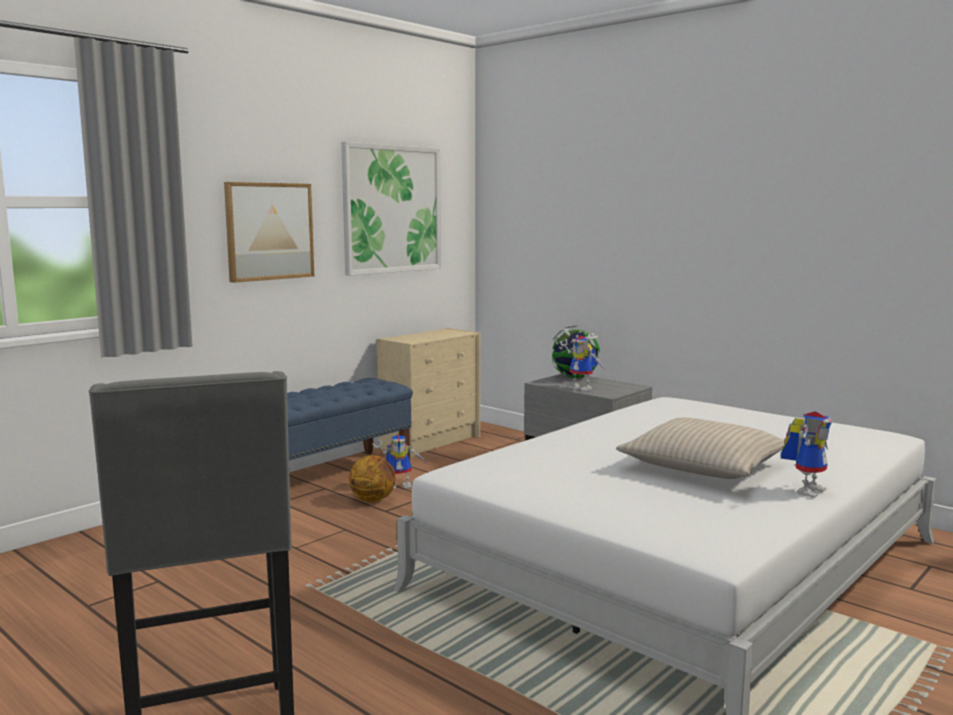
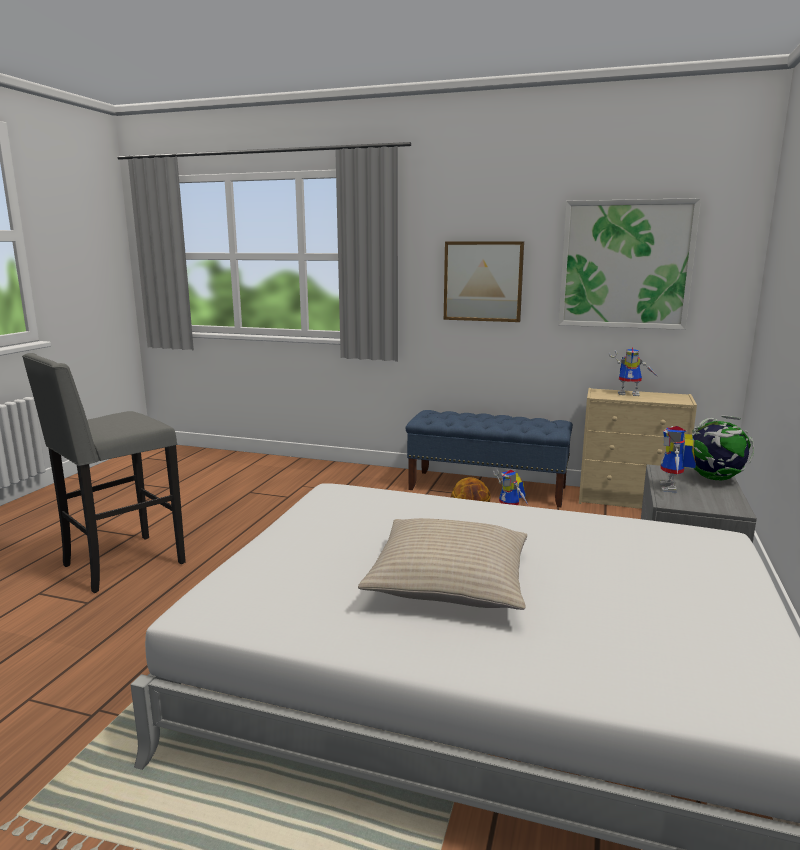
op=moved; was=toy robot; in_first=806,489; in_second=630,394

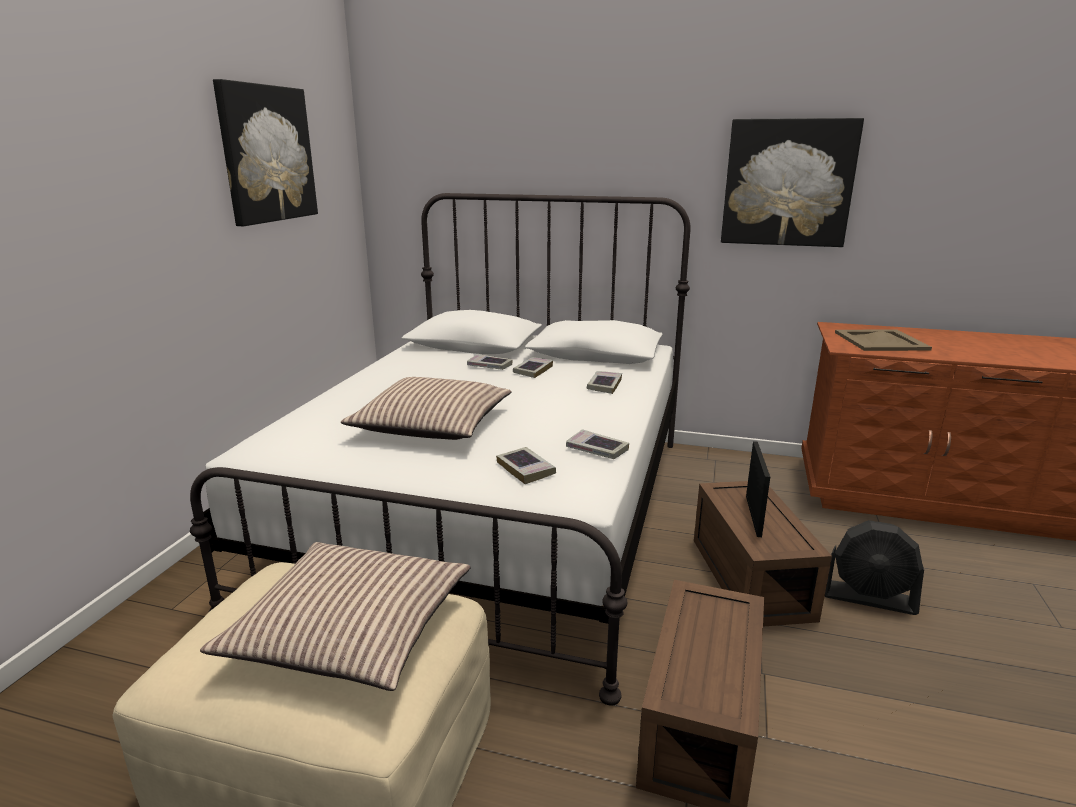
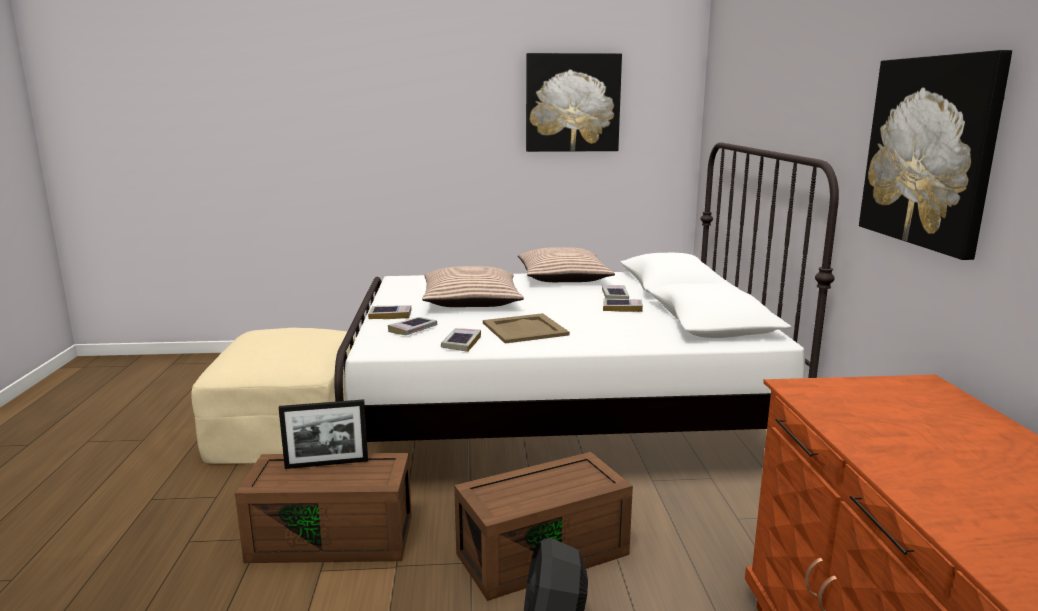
op=moved; was=pillow; in_first=350,629; in_second=563,277
op=moved; was=book; in_first=604,385; in_second=390,315
op=moved; was=picture frame; in_first=753,515; in_second=327,464
op=moved; was=beige tray; in_first=881,341; in_second=525,329

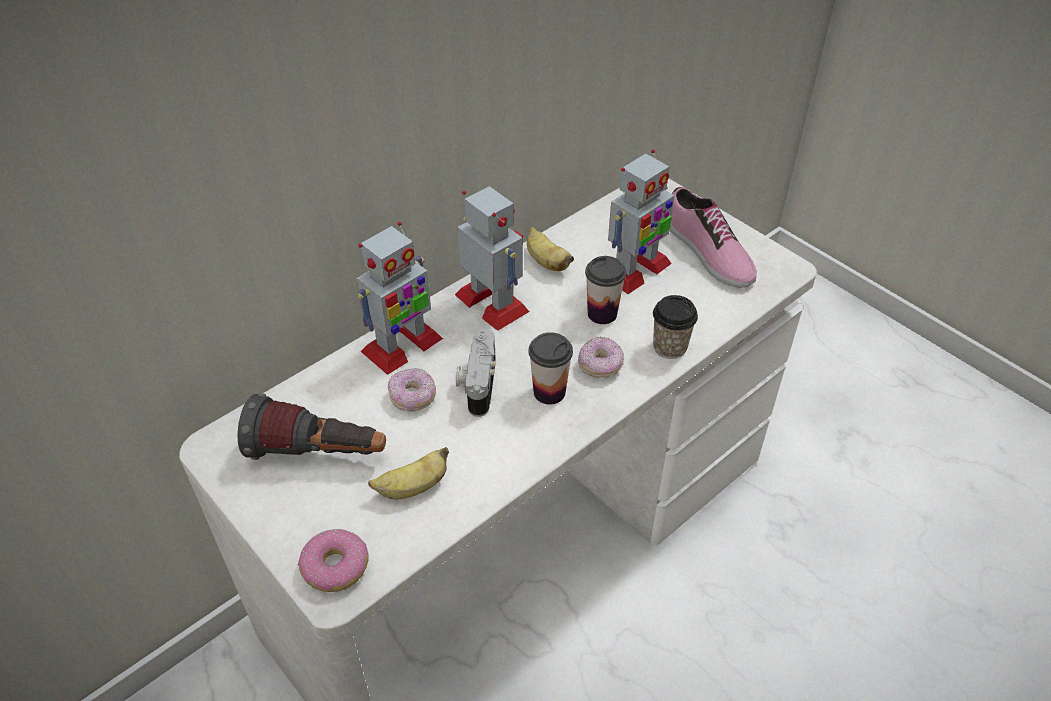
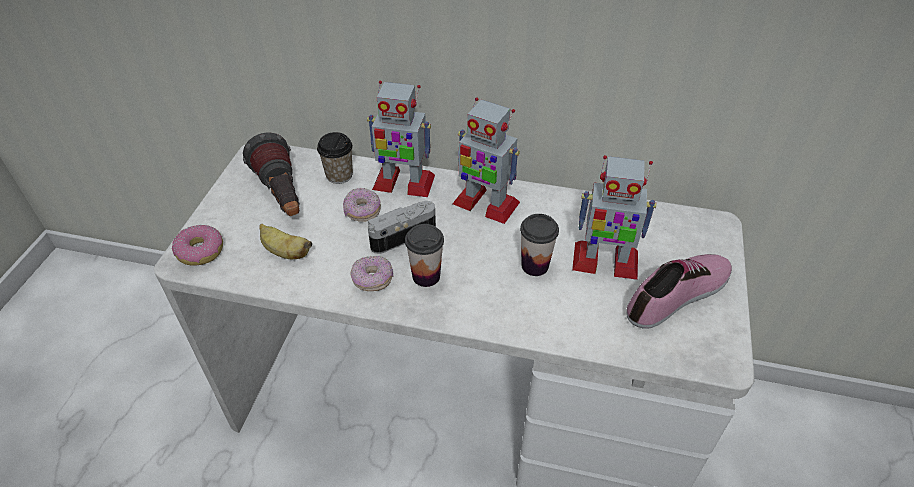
op=removed; was=banana; in_first=546,262
op=moved; was=donut; in_first=600,365; in_second=372,280
op=moved; was=cup; in_first=670,347; in_second=339,175
op=turned; was=toy robot; in_first=492,303; in_second=485,203; clockwise=105
op=turned; was=shoe; in_first=706,251; in_second=678,295; clockwise=-150

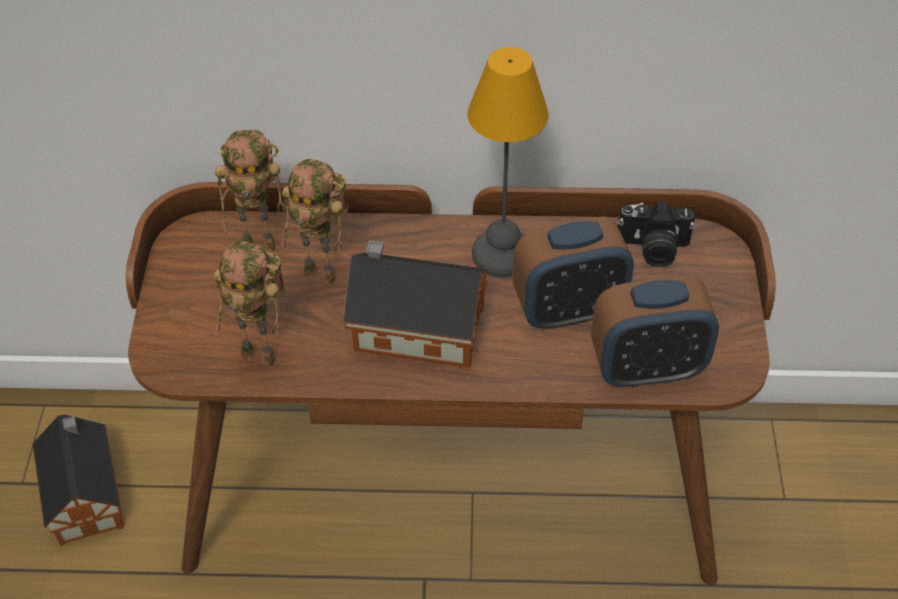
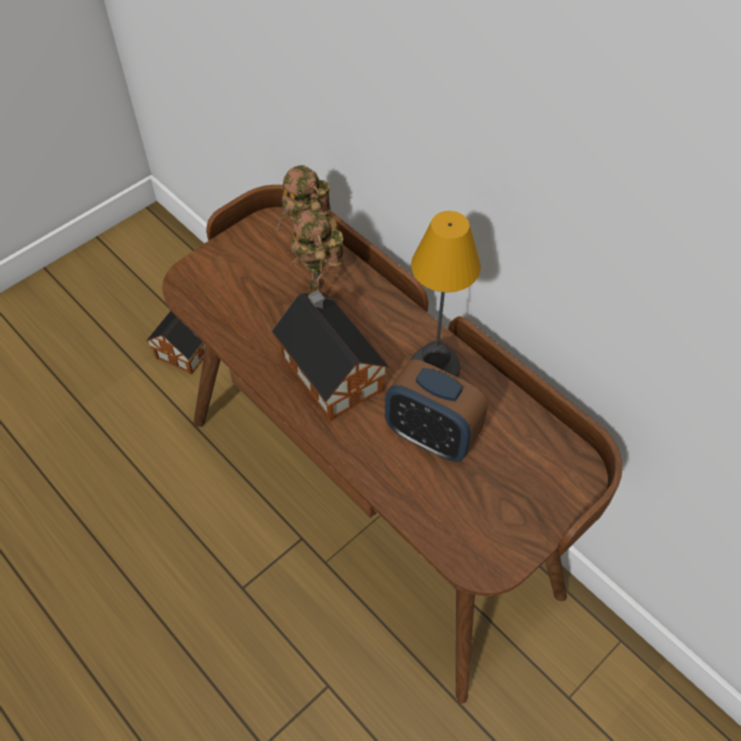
op=removed; was=toy robot; in_first=263,355
op=removed; was=alarm clock; in_first=647,367
op=removed; was=photo camera; in_first=653,249

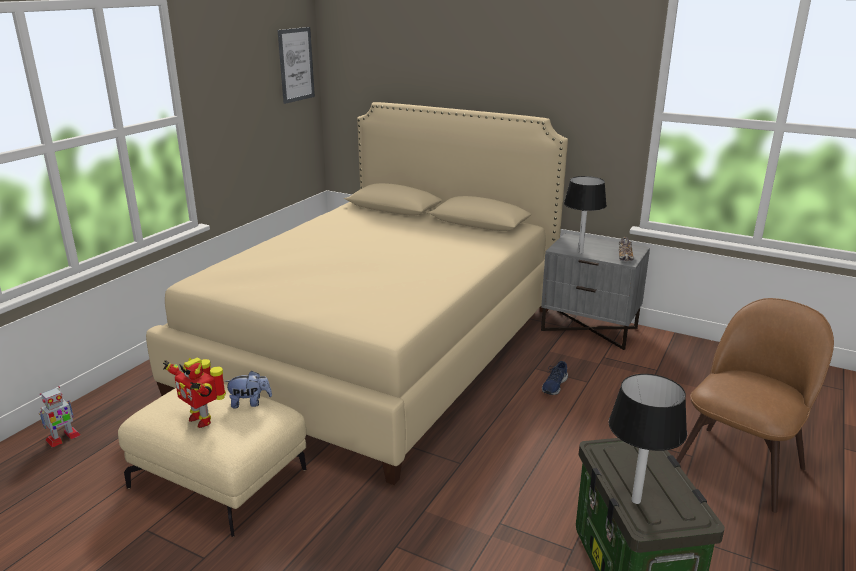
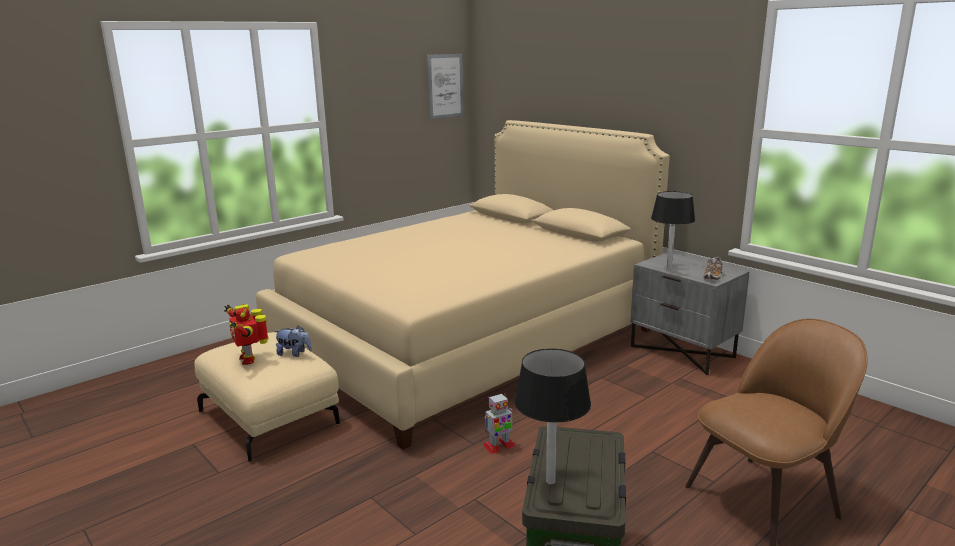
op=removed; was=blue shoe; in_first=554,385
op=moved; was=toy robot; in_first=63,438; in_second=499,446

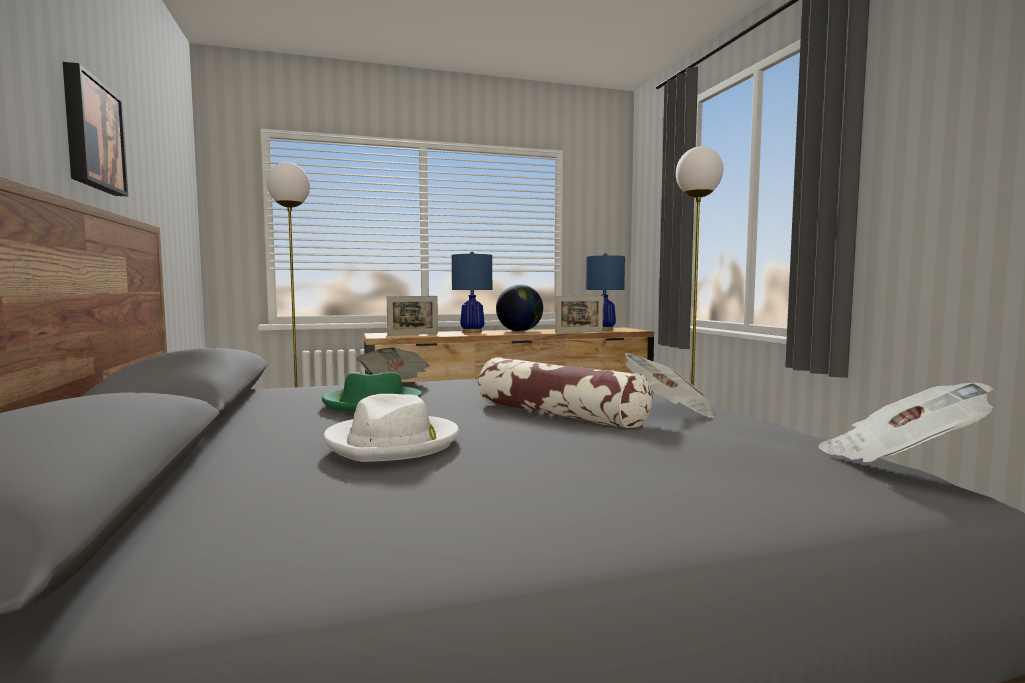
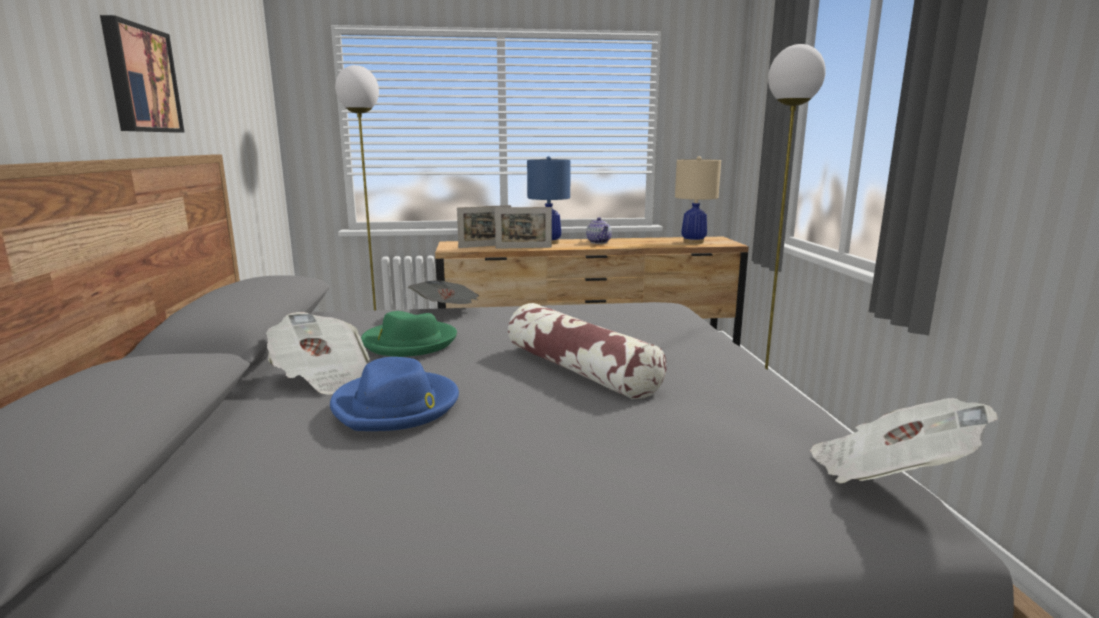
op=moved; was=picture frame; in_first=579,332; in_second=523,248
op=moved; was=newspaper; in_first=670,409; in_second=322,377
op=replaced; was=globe; now=teapot; in_first=519,331; in_second=599,242
op=recoloured; was=white hat; now=blue hat; in_first=393,443; in_second=396,405
op=recoloured; was=blue table lamp; now=beige table lamp; in_first=604,330; in_second=693,242

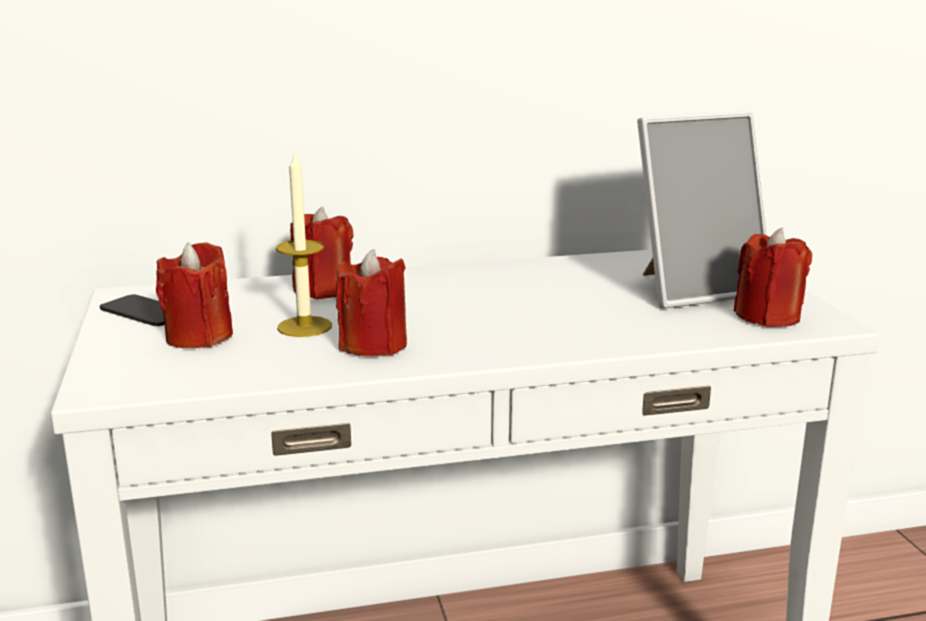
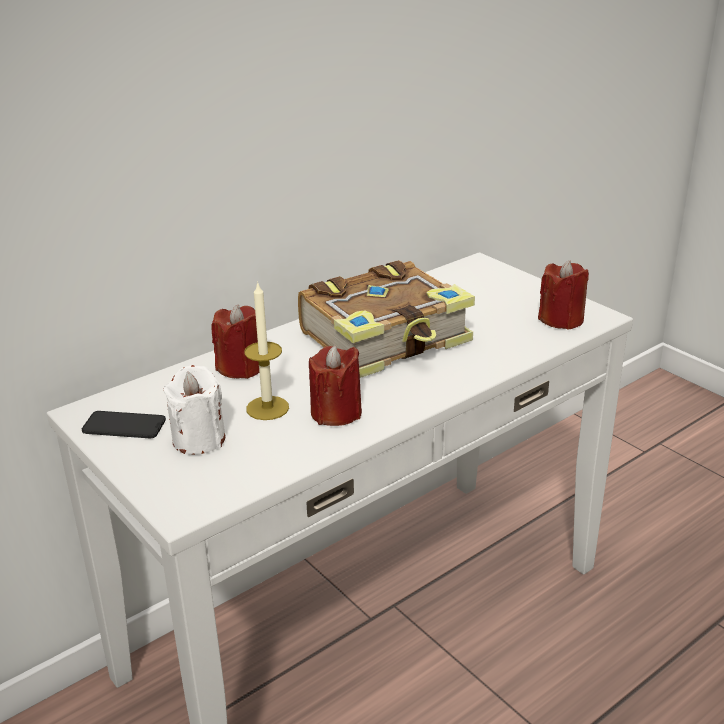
op=removed; was=picture frame; in_first=695,289
op=added; now=book; in_second=387,339
op=recoloured; was=red candle; now=white candle; in_first=199,337; in_second=199,439

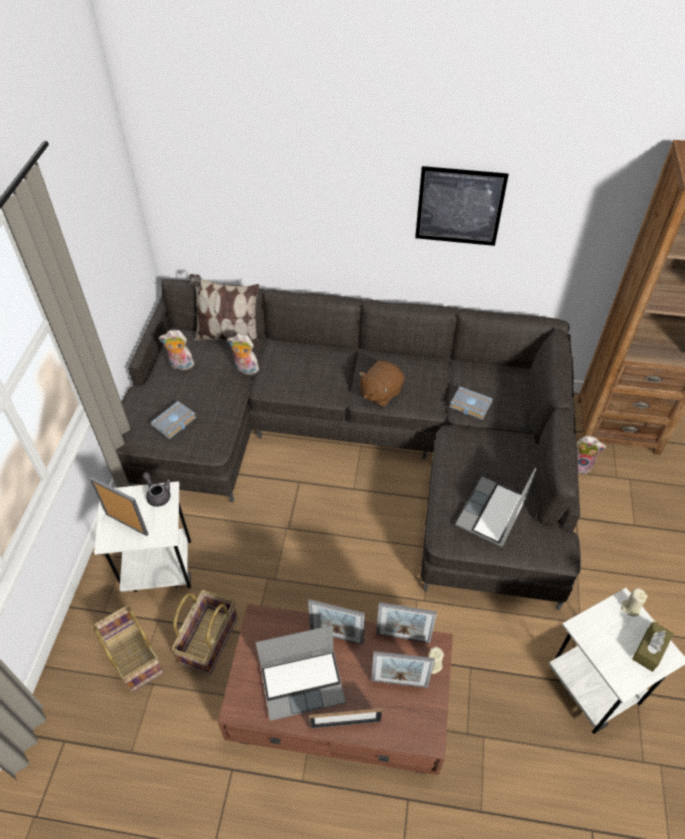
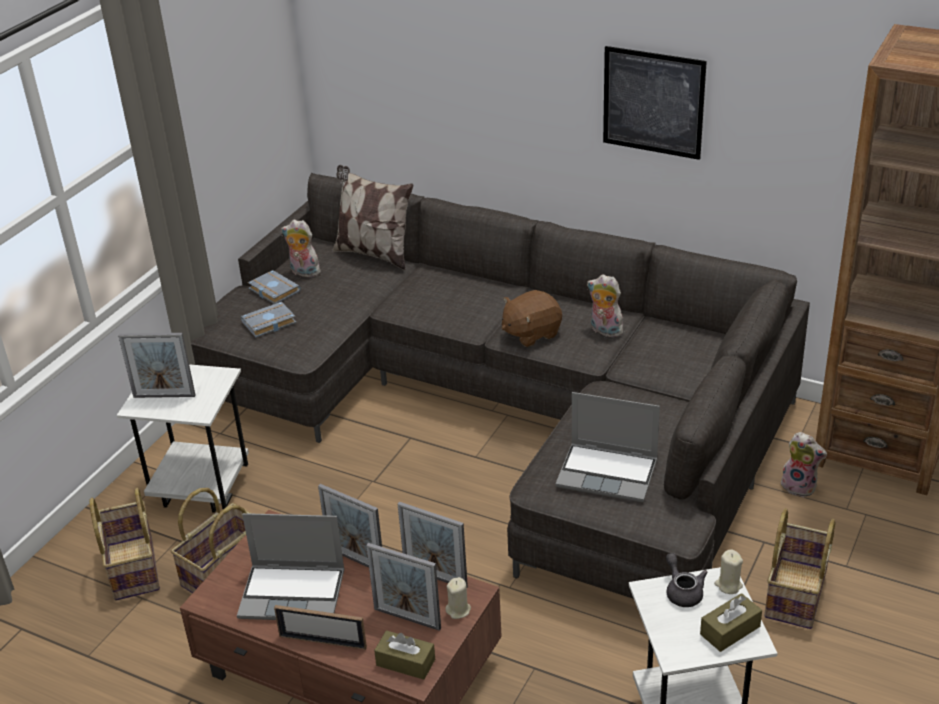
op=added; now=brown tissue box; in_second=405,662
op=added; now=basket; in_second=797,594
op=moved; was=grey teapot; in_first=157,494; in_second=682,591
op=moved; was=plush toy; in_first=245,369; in_second=604,331
op=moved; was=grey book; in_first=469,405; in_second=272,291
op=turned; was=picture frame; in_first=127,524; in_second=164,396; clockwise=135
op=turned; was=laptop; in_first=492,514; in_second=608,473; clockwise=-120

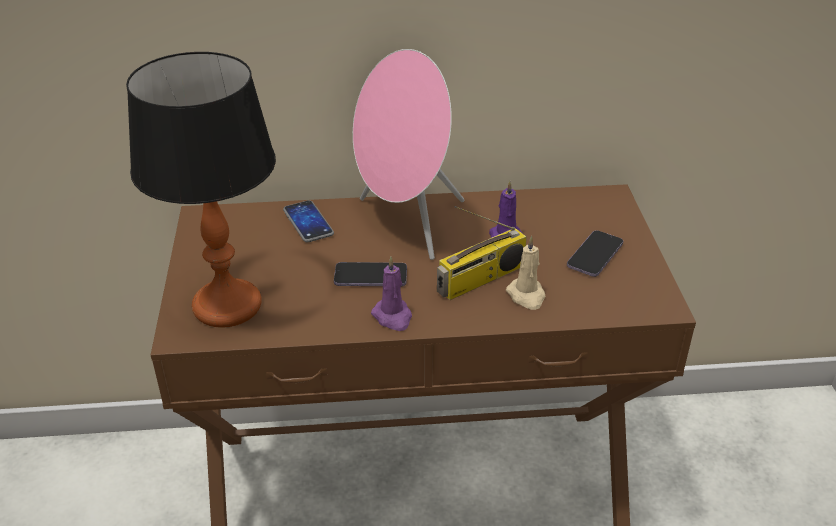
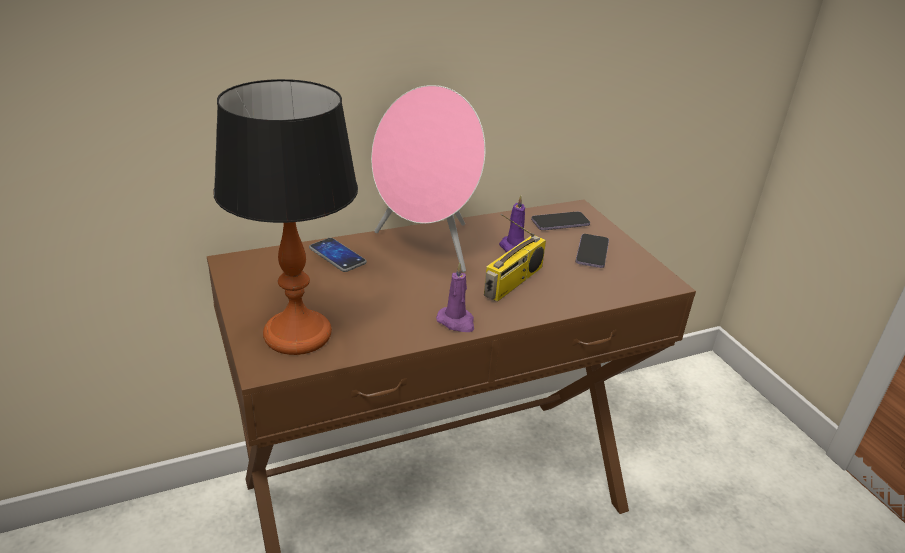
op=removed; was=beige candle; in_first=526,296
op=moved; was=phone; in_first=370,276; in_second=560,223

